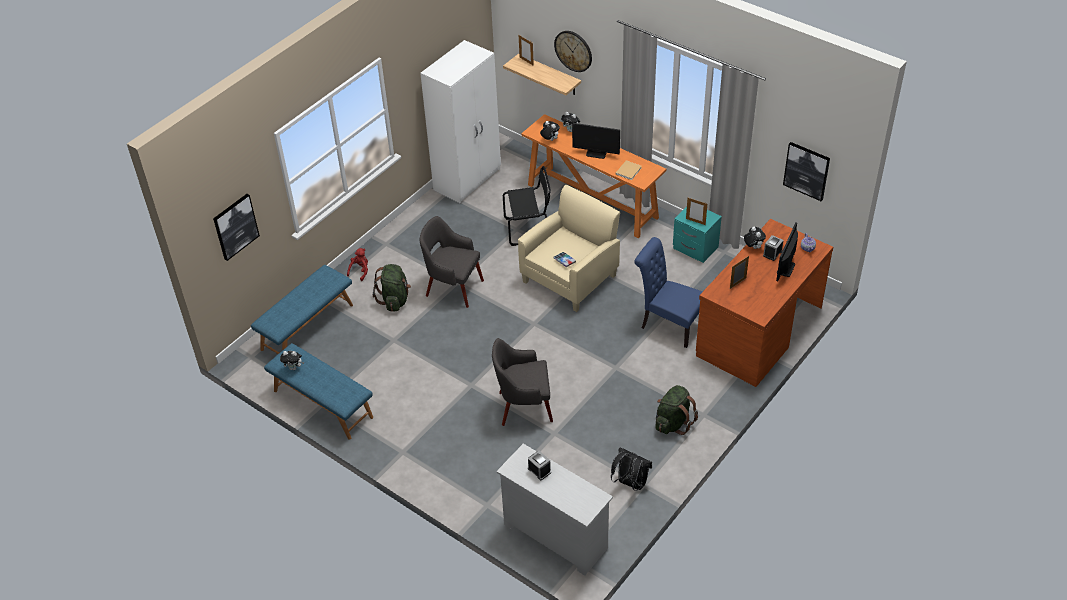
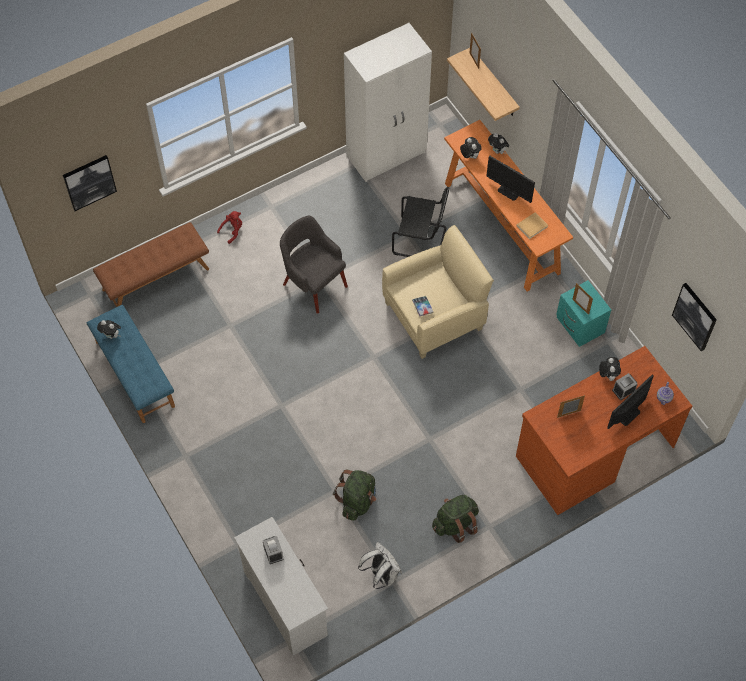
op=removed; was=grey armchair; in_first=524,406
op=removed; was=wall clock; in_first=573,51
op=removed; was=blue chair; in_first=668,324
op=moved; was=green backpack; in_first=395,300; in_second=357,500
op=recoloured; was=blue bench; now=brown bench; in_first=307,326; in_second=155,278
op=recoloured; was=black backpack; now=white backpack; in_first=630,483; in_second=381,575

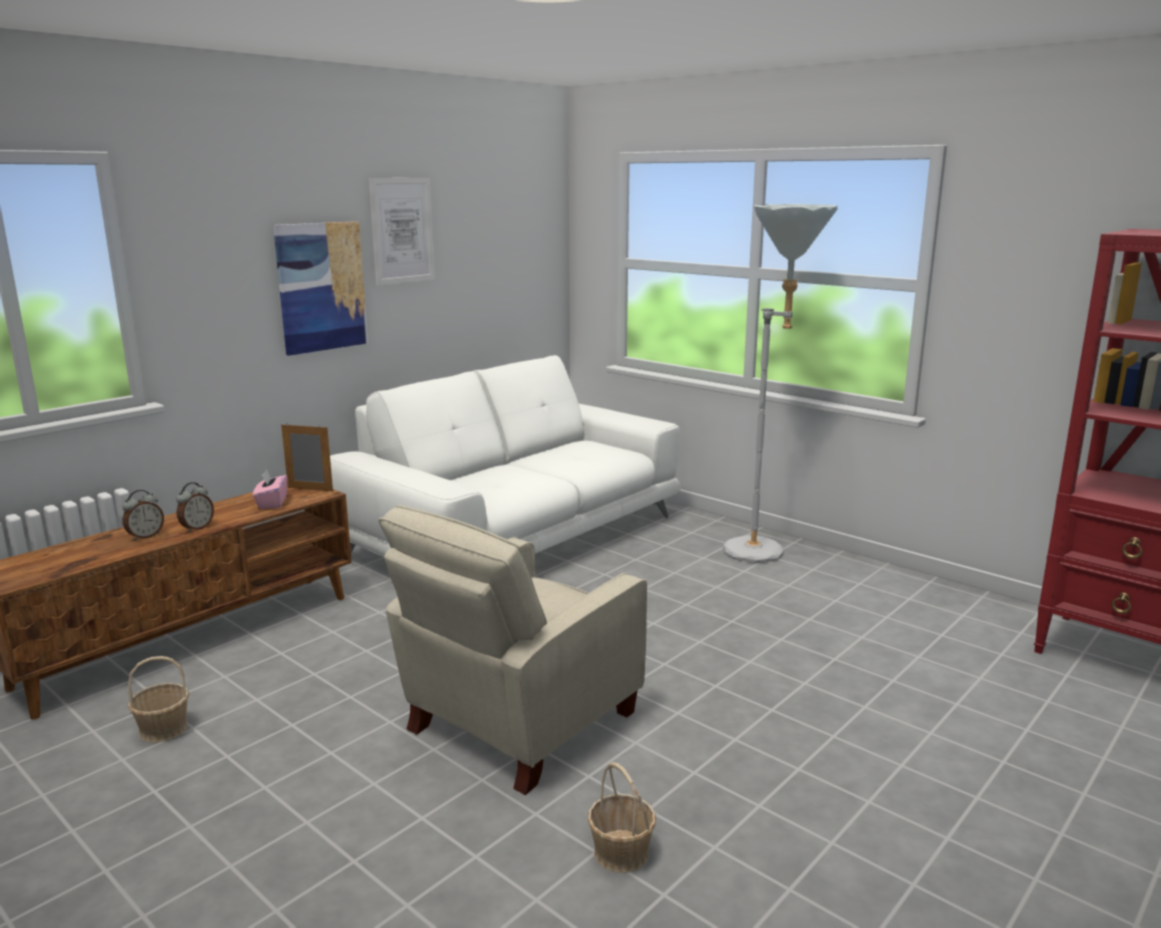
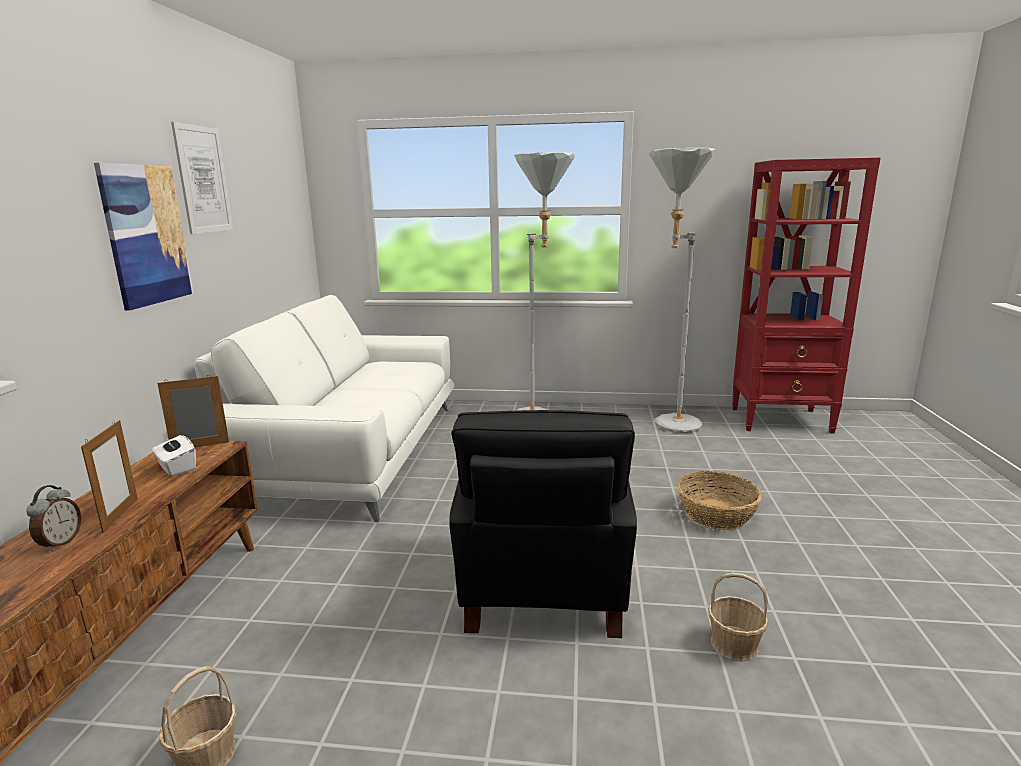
op=added; now=grey floor lamp; in_second=667,424
op=added; now=basket; in_second=716,514
op=replaced; was=alarm clock; now=picture frame; in_first=197,528; in_second=120,514
op=recoloured; was=pink tissue box; now=white tissue box; in_first=272,503; in_second=177,468
op=recoloured; was=beige armchair; now=black armchair; in_first=515,724; in_second=542,589

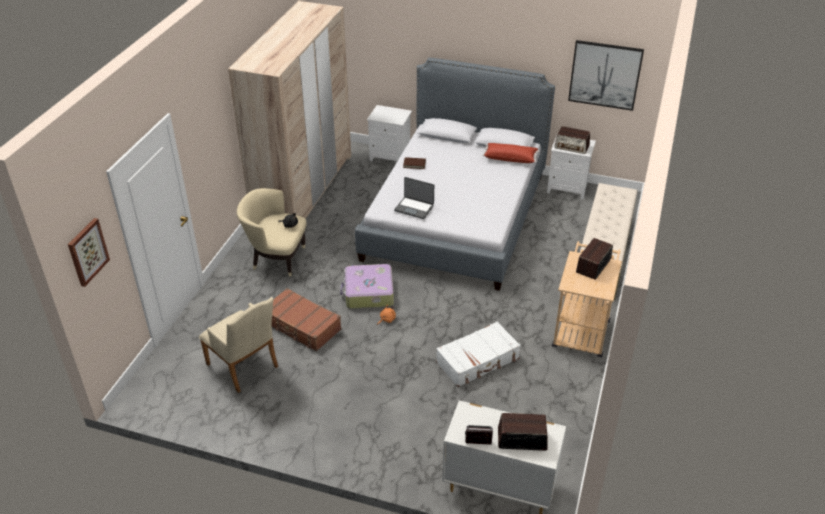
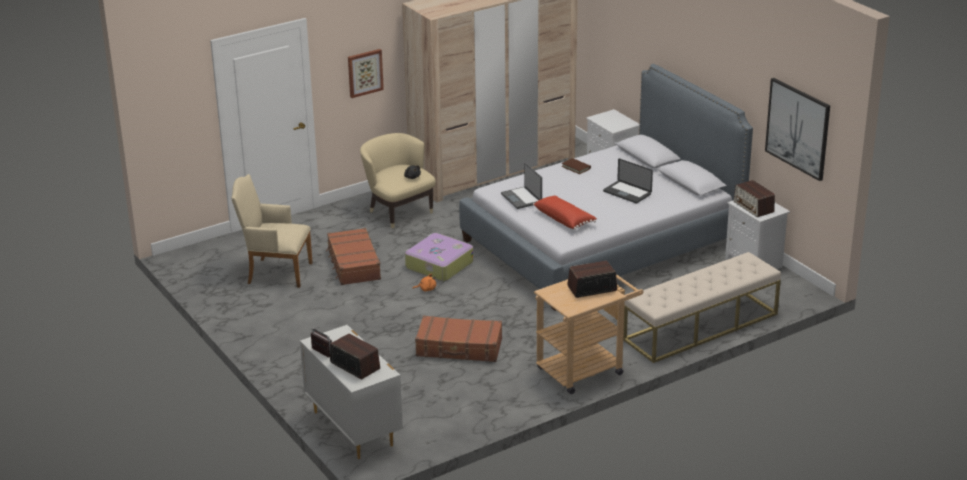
op=added; now=laptop; in_second=627,193
op=moved; was=picture; in_first=87,252; in_second=365,72
op=moved; was=red pillow; in_first=510,158; in_second=564,219
op=recoloured; was=white suitcase; now=brown suitcase; in_first=478,361; in_second=459,348
op=turned; was=beige armchair; in_first=245,368; in_second=275,272; clockwise=105

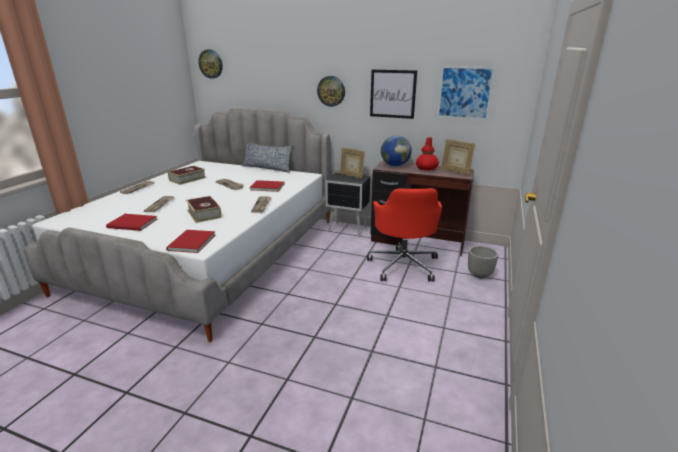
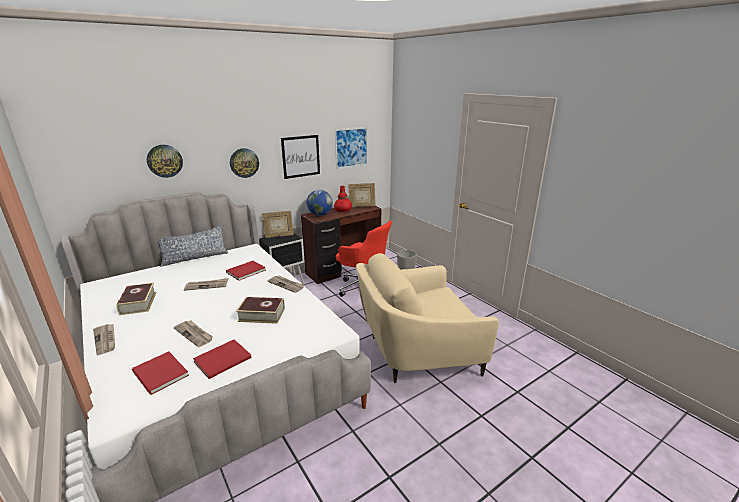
op=added; now=beige armchair; in_second=417,352
op=moved; was=red book; in_first=190,243; in_second=160,375
op=moved; was=wall clock; in_first=211,64; in_second=164,161

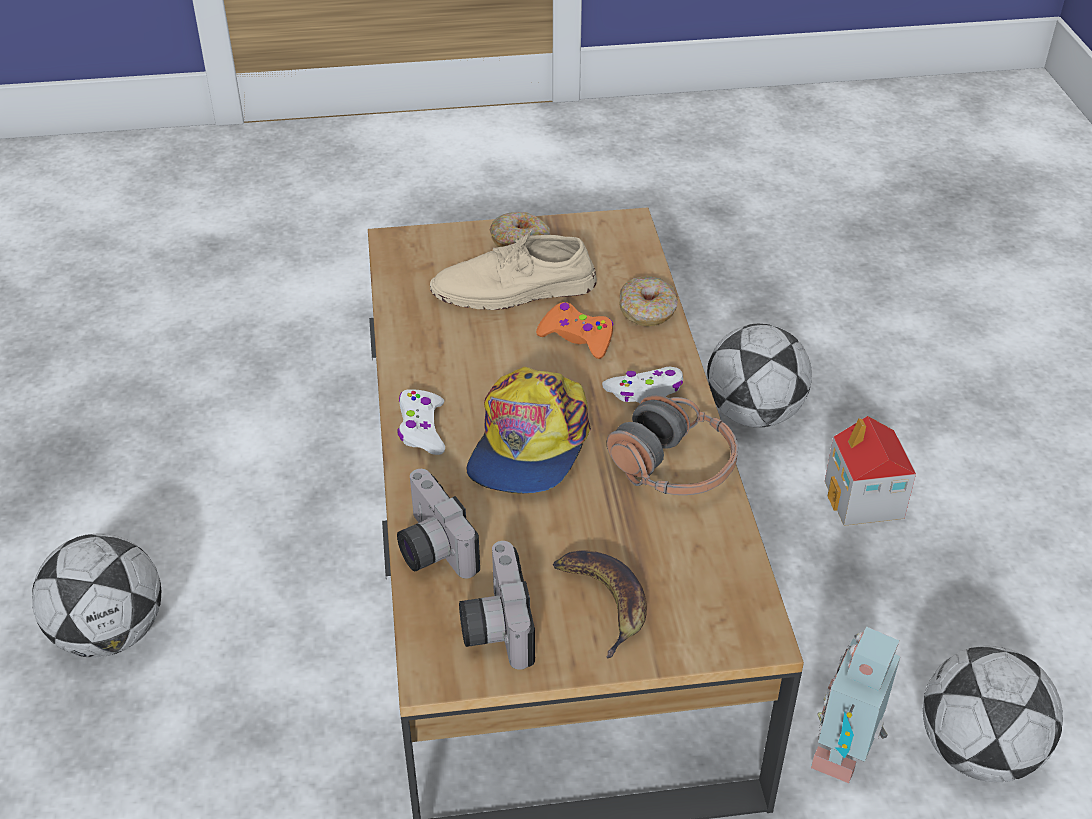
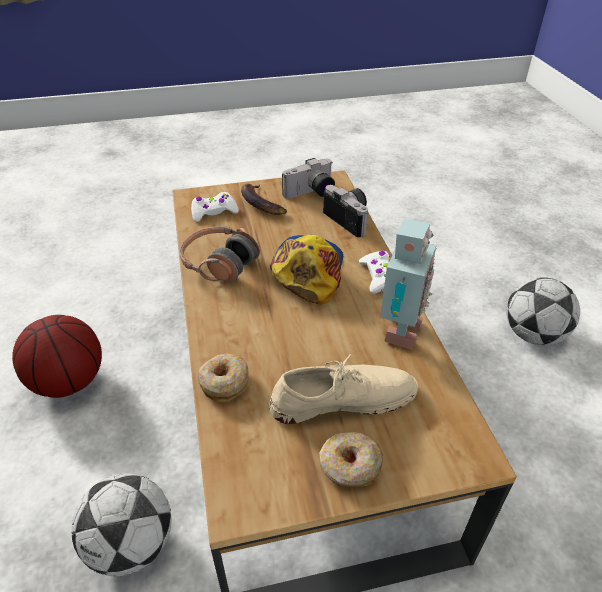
op=removed; was=orange game controller; in_first=577,337
op=removed; was=toy house; in_first=864,500
op=removed; was=football; in_first=977,751
op=added; now=basketball; in_second=70,381
op=moved; was=white game controller; in_first=645,391; in_second=213,212
op=moved; was=toy robot; in_first=845,754; in_second=398,332
op=turned; was=photo camera; in_first=494,625; in_second=311,193; clockwise=75

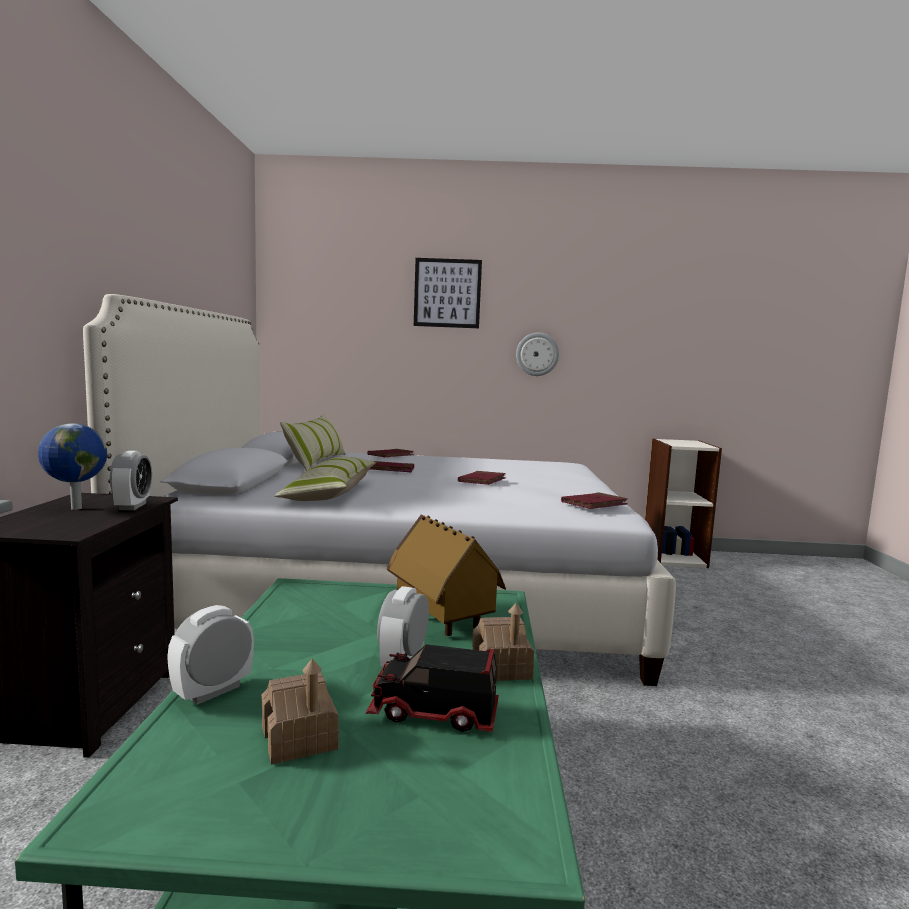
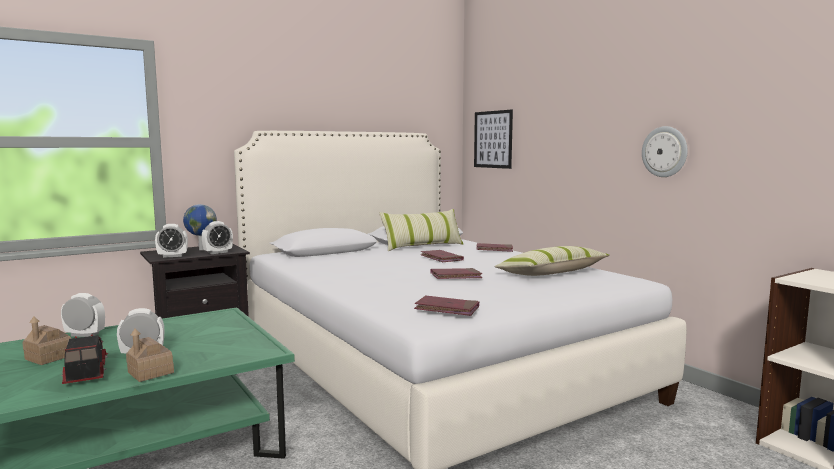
op=removed; was=toy house; in_first=441,619
op=added; now=alarm clock; in_second=172,256
op=moved; was=pillow; in_first=330,493; in_second=552,273
op=moved; was=picture; in_first=447,293; in_second=493,139

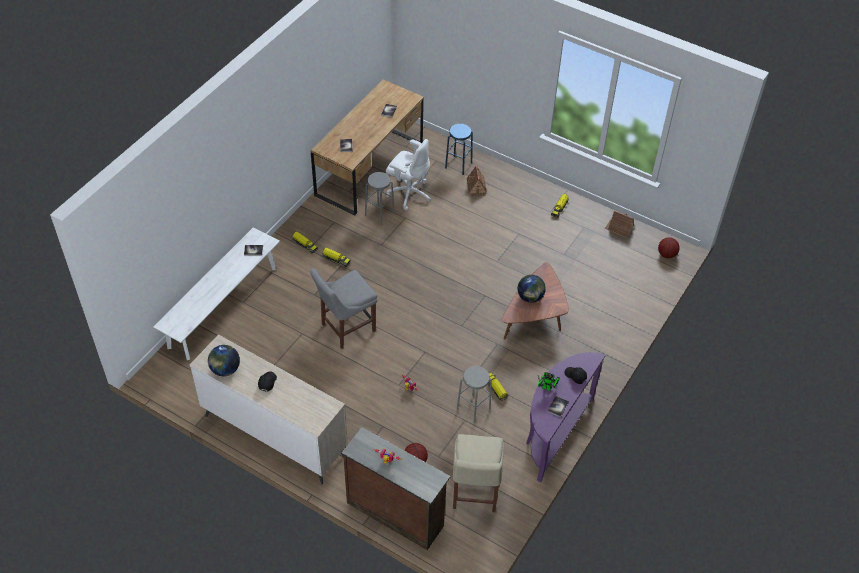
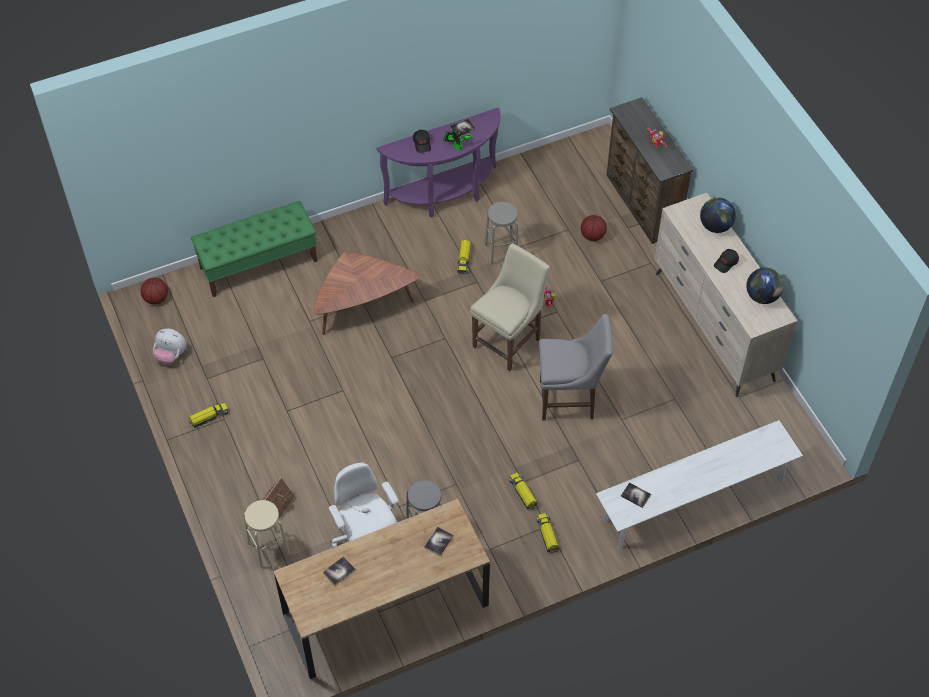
op=added; now=green bench; in_second=259,264
op=moved; was=beige chair; in_first=474,493; in_second=509,341
op=moved; was=globe; in_first=530,297; in_second=715,226
op=replaced; was=toy house; now=plush toy; in_first=619,228; in_second=171,355
op=recoloured; was=blue stool; now=beige stool; in_first=458,165; in_second=269,549

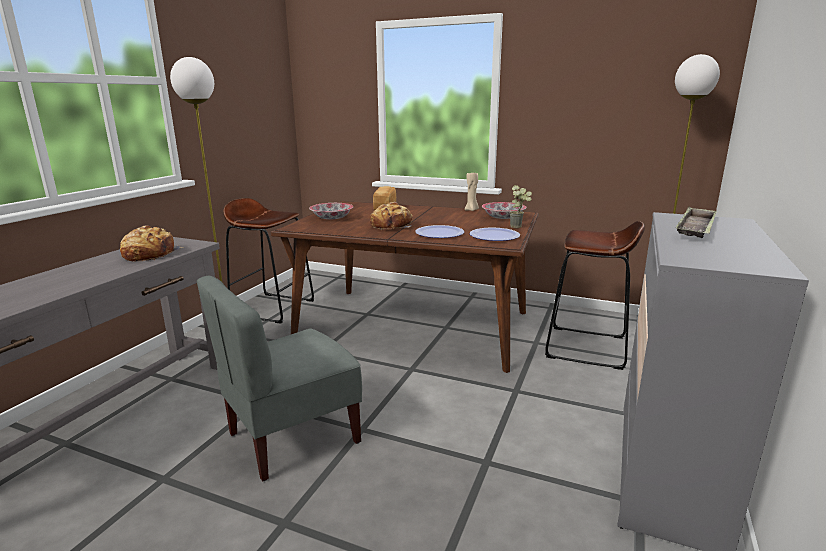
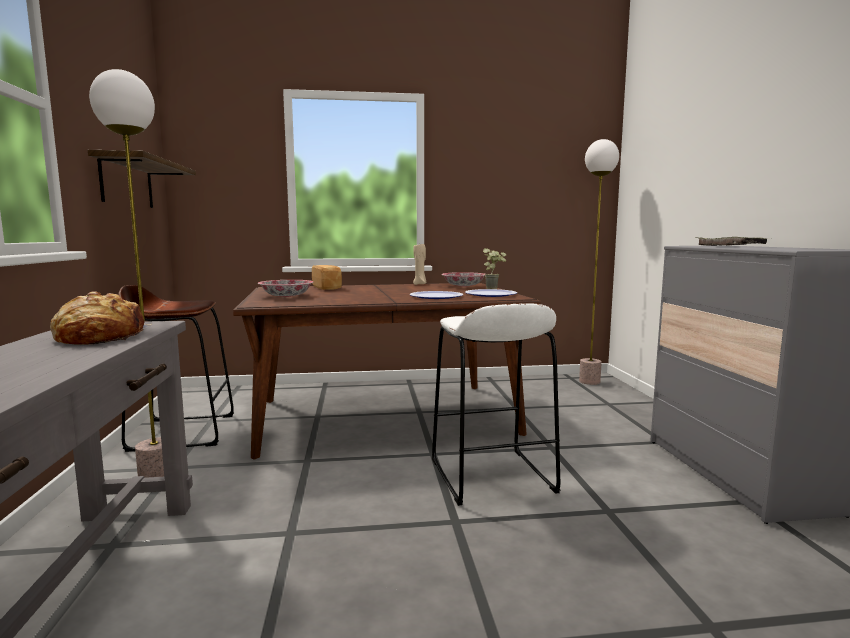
op=removed; was=grey chair; in_first=292,437
op=removed; was=bread; in_first=392,226
op=removed; was=brown stool; in_first=586,347
op=added; now=shelf; in_second=127,183
op=added; now=white stool; in_second=491,476

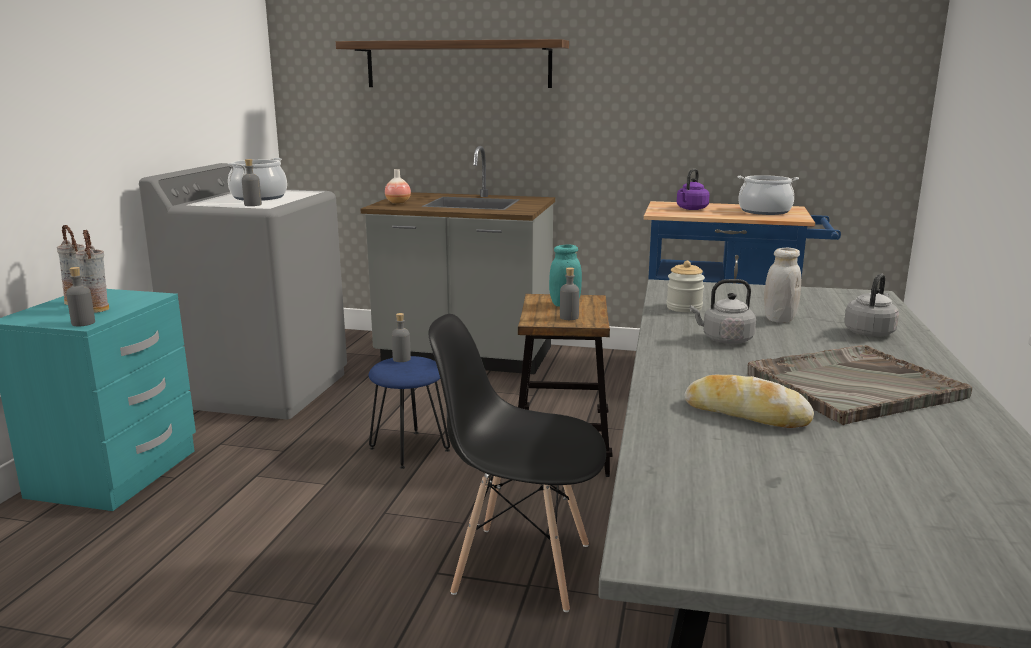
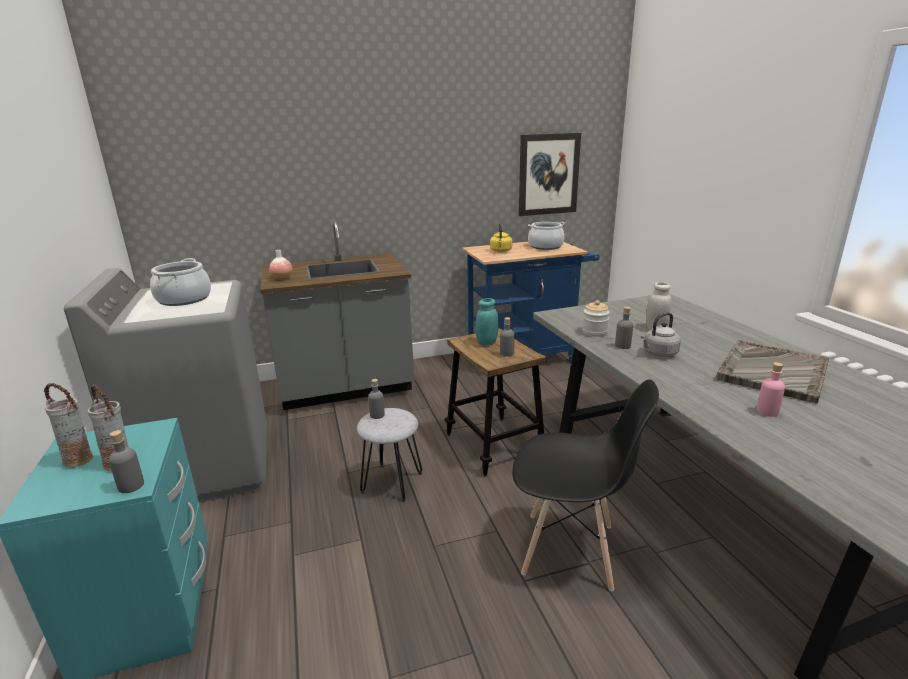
op=removed; was=shelf; in_first=457,64
op=removed; was=grey kettle; in_first=870,332
op=added; now=picture; in_second=548,174
op=moved; was=grey bottle; in_first=253,204; in_second=622,346
op=replaced; was=bread; now=pink bottle; in_first=745,414; in_second=767,411
op=recoloured; was=blue stool; now=grey stool; in_first=410,449; in_second=392,482
op=recoloured; was=purple kettle; now=yellow kettle; in_first=691,209; in_second=501,251
op=turned; was=black chair; in_first=521,567; in_second=570,550; clockwise=-150

